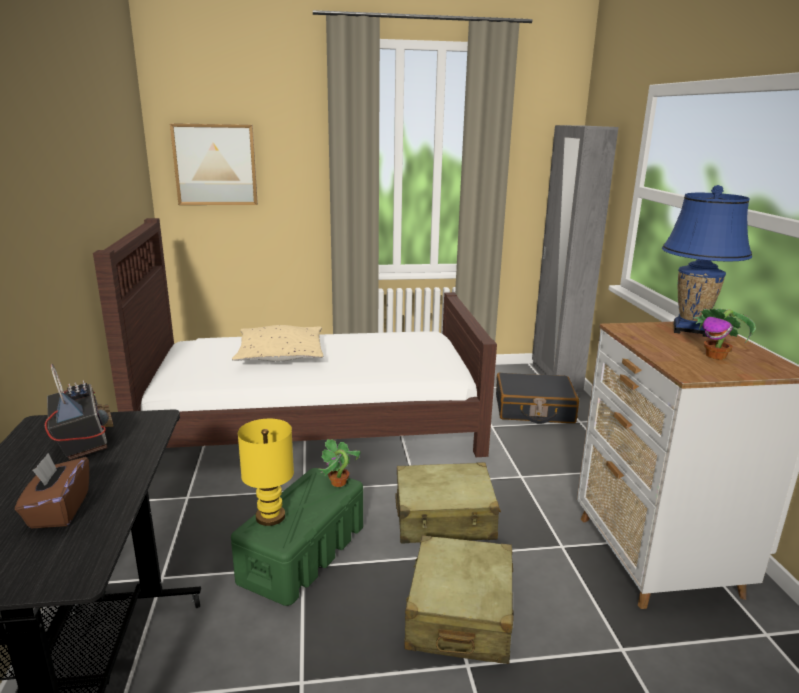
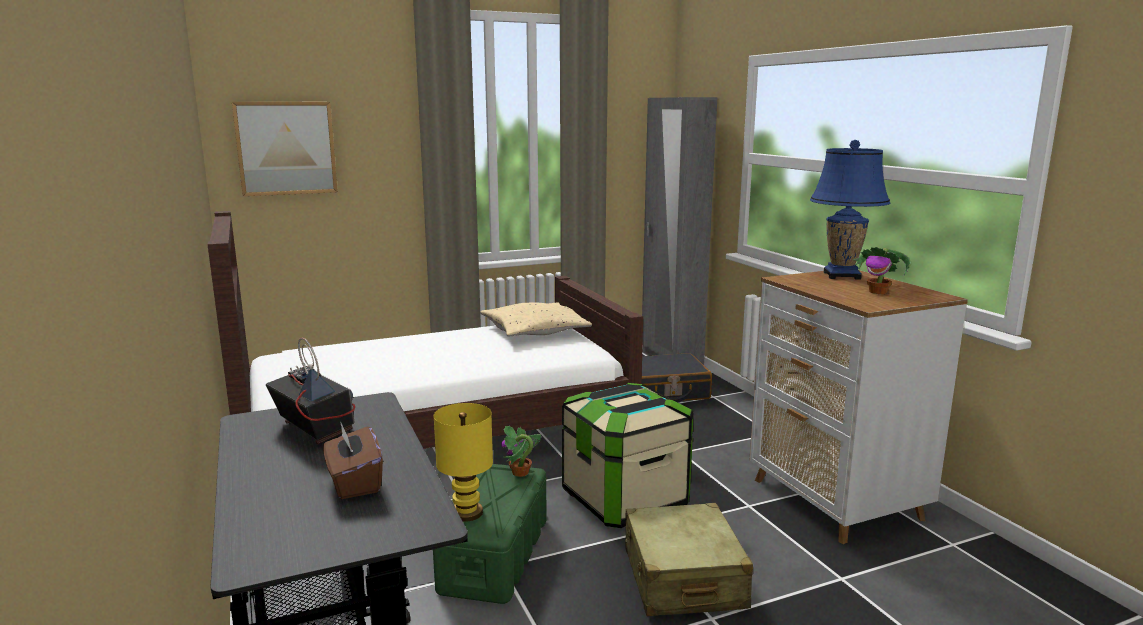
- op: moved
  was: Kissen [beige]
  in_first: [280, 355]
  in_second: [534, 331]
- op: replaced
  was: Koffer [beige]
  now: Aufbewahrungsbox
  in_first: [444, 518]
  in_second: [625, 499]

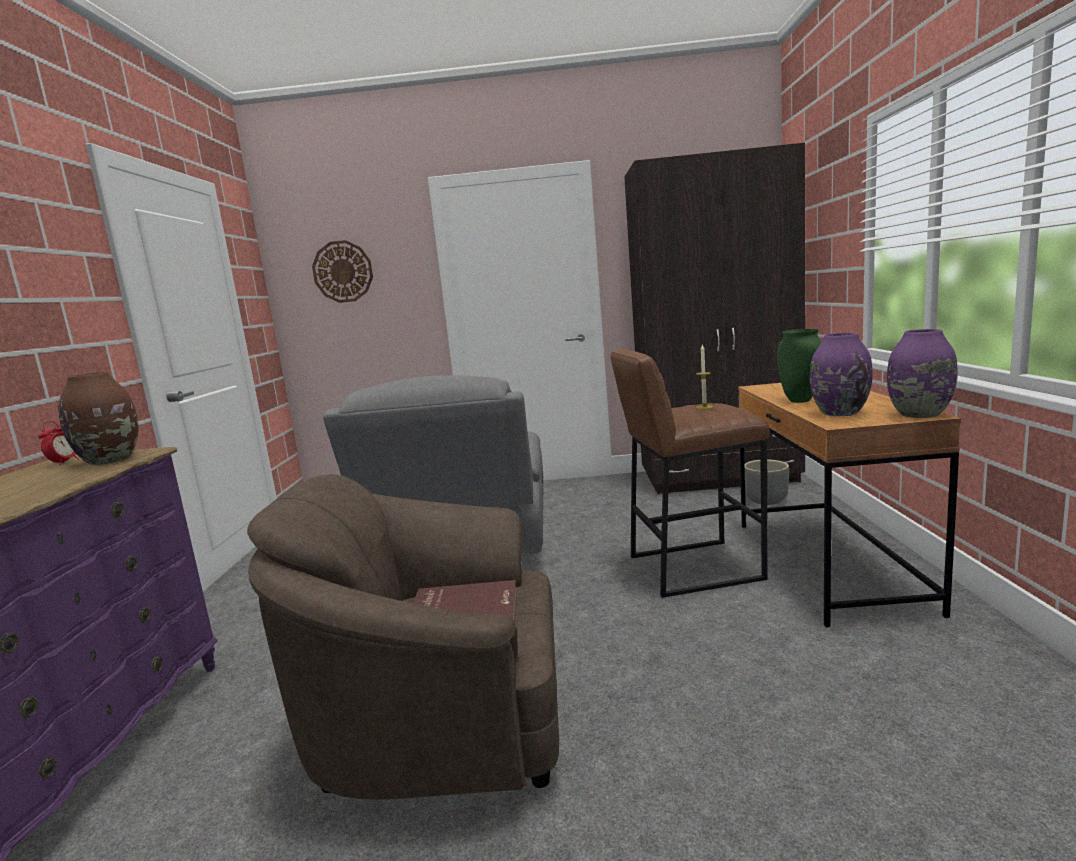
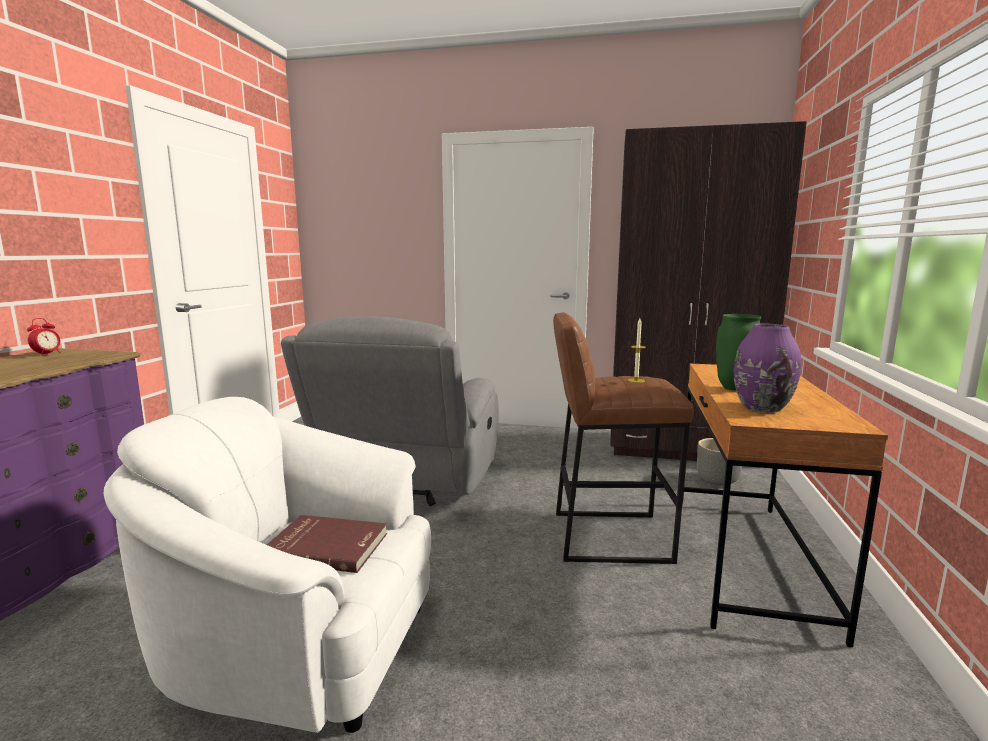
- op: removed
  was: Vase [braun]
  in_first: [111, 460]
- op: removed
  was: Wanduhr
  in_first: [343, 271]
- op: removed
  was: Vase [lila]
  in_first: [918, 414]
- op: recoloured
  was: Sessel [braun]
  now: Sessel [weiß]
  in_first: [442, 726]
  in_second: [300, 647]

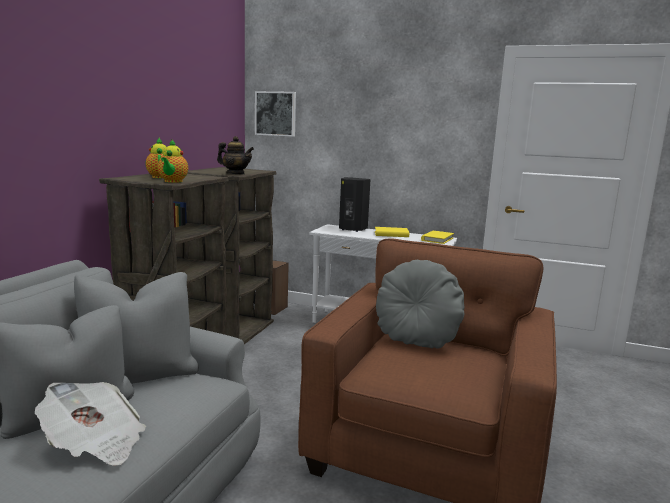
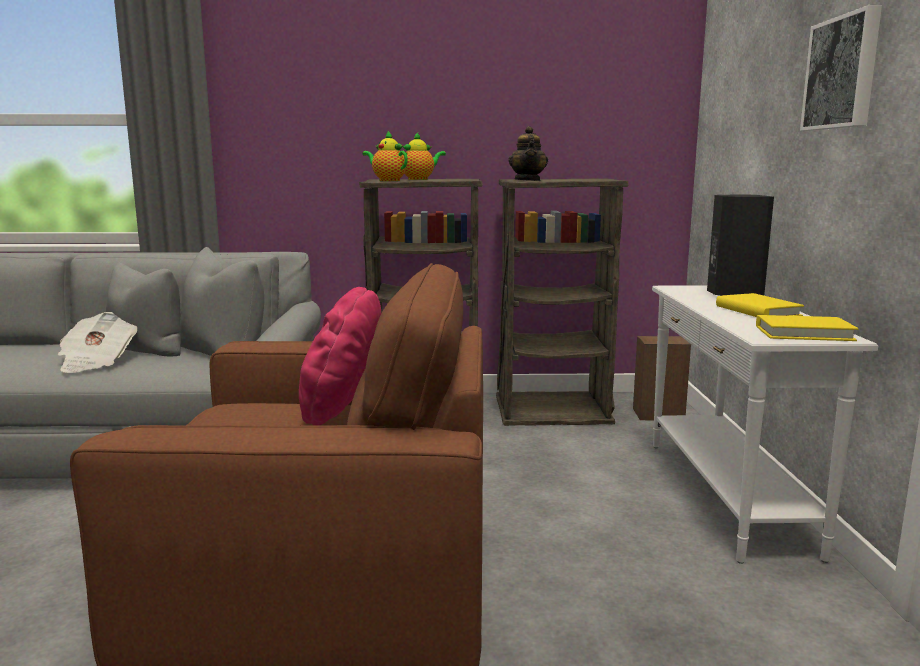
- op: moved
  was: Bild
  in_first: [276, 114]
  in_second: [843, 73]
- op: recoloured
  was: Kissen [grau]
  now: Kissen [rosa]
  in_first: [416, 341]
  in_second: [344, 416]
- op: turned
  was: Teekanne
  in_first: [172, 181]
  in_second: [387, 181]
  clockwise: 60

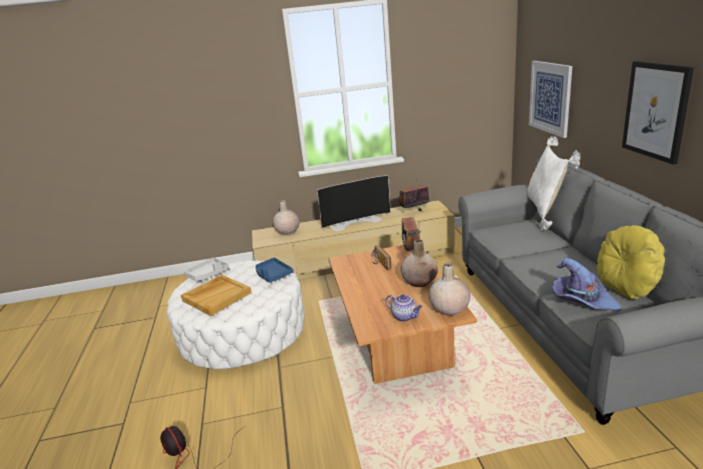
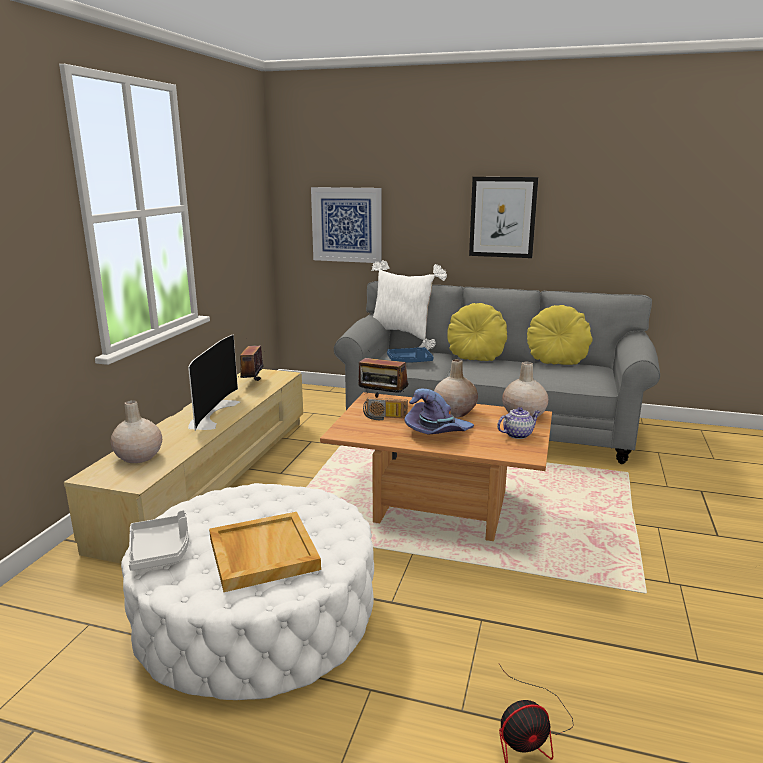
- op: added
  now: Kissen [gelb]
  in_second: [476, 358]
- op: moved
  was: Tablett [blau]
  in_first: [273, 275]
  in_second: [410, 361]
- op: moved
  was: Hut [lila]
  in_first: [582, 300]
  in_second: [437, 432]

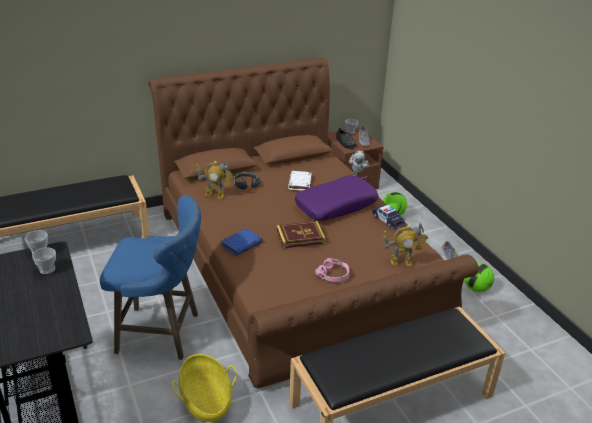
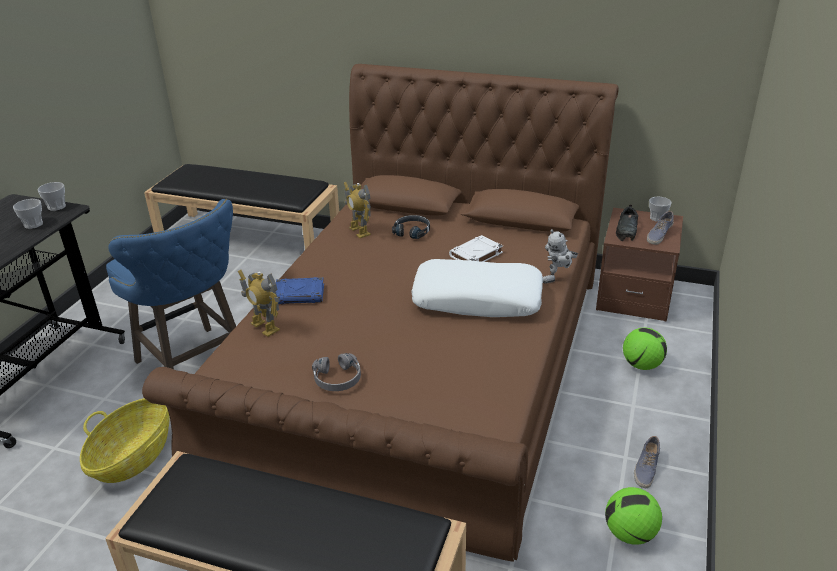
- op: removed
  was: Buch
  in_first: [300, 237]
- op: removed
  was: Spielzeugauto
  in_first: [387, 220]
- op: moved
  was: Spielzeugroboter
  in_first: [401, 263]
  in_second: [264, 327]
- op: recoloured
  was: Kissen [lila]
  now: Kissen [weiß]
  in_first: [336, 205]
  in_second: [477, 299]
- op: recoloured
  was: Kopfhörer [rosa]
  now: Kopfhörer [grau]
  in_first: [333, 274]
  in_second: [338, 379]

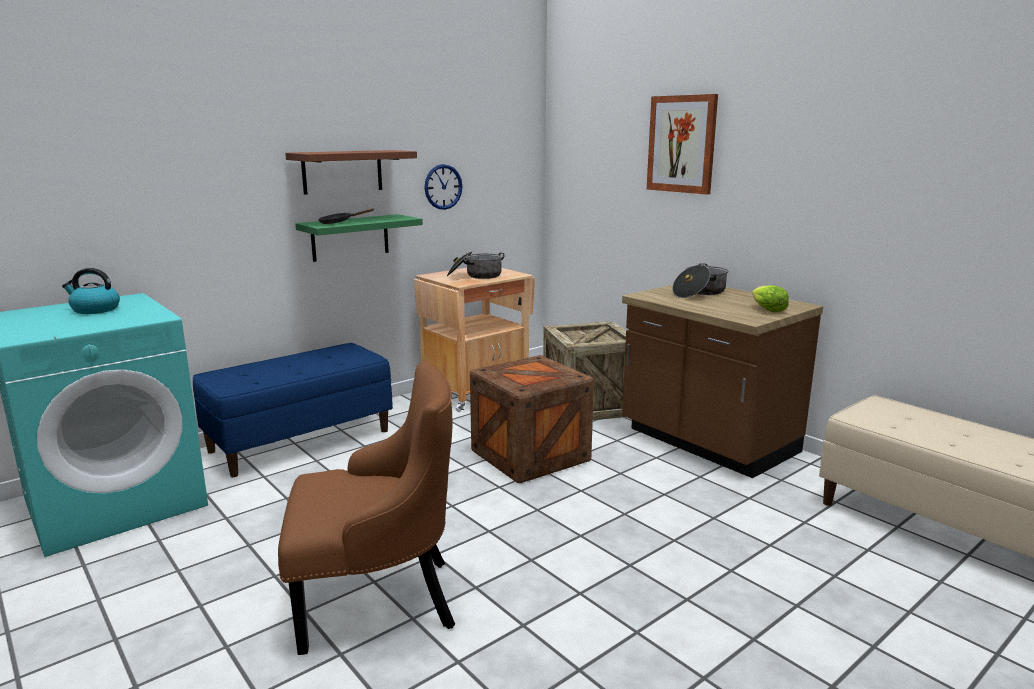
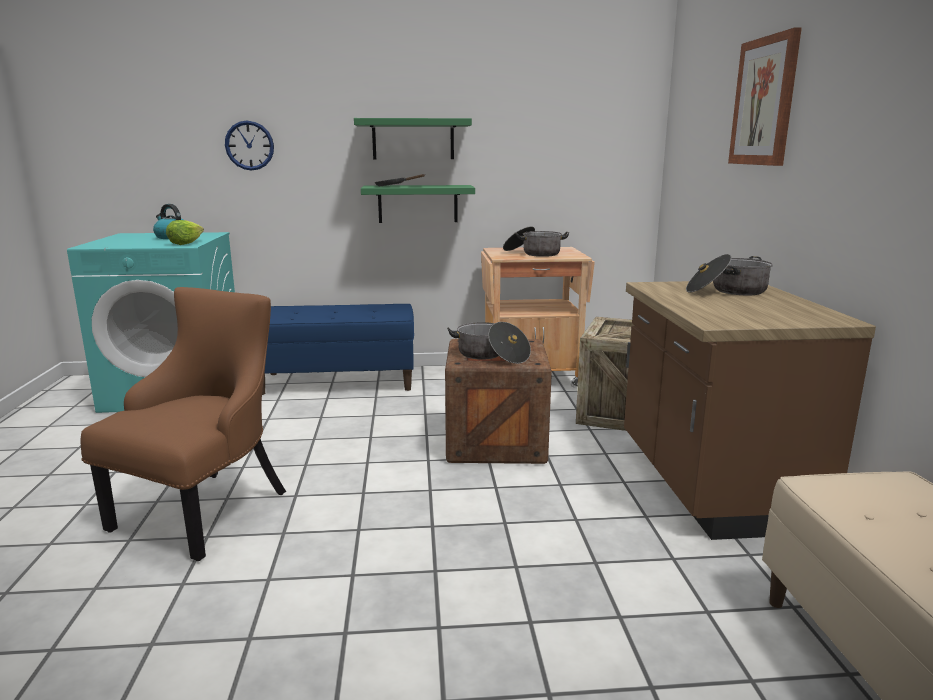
- op: added
  now: Kochtopf
  in_second: [491, 355]
- op: moved
  was: Wanduhr
  in_first: [443, 187]
  in_second: [249, 145]
- op: moved
  was: Salatkopf
  in_first: [767, 310]
  in_second: [185, 243]
- op: recoloured
  was: Wandregal [braun]
  now: Wandregal [grün]
  in_first: [342, 171]
  in_second: [413, 139]
- op: turned
  was: Stuhl [braun]
  in_first: [374, 603]
  in_second: [202, 514]
  clockwise: -90

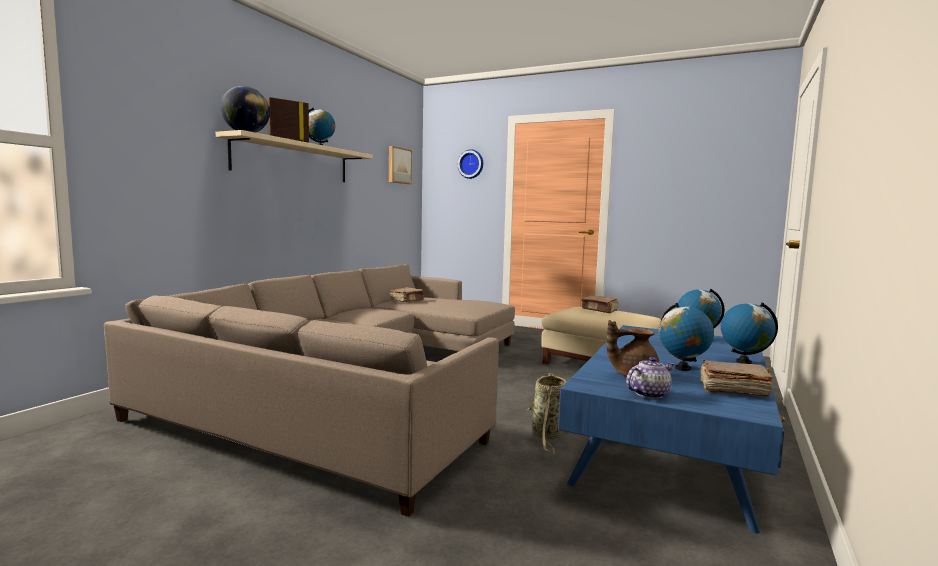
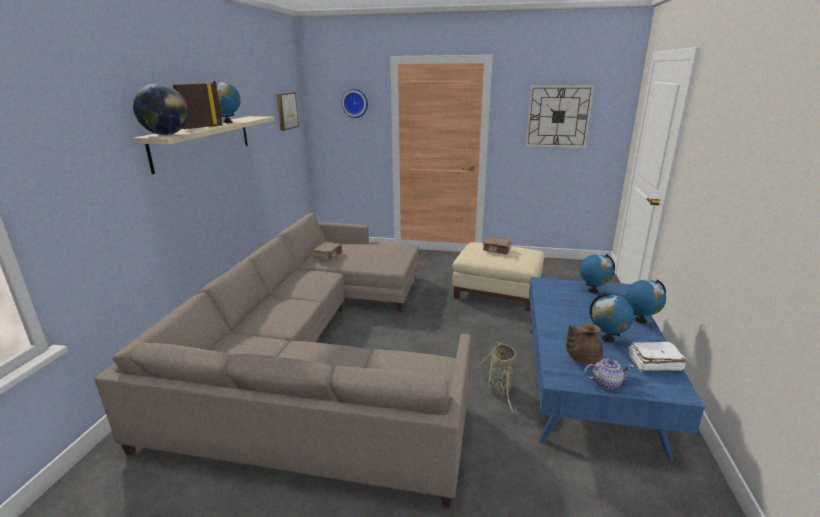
- op: added
  now: Wanduhr
  in_second: [558, 116]
- op: recoloured
  was: Buch [braun]
  now: Buch [weiß]
  in_first: [732, 390]
  in_second: [653, 364]
- op: turned
  was: Teekanne
  in_first: [649, 394]
  in_second: [606, 382]
  clockwise: 45

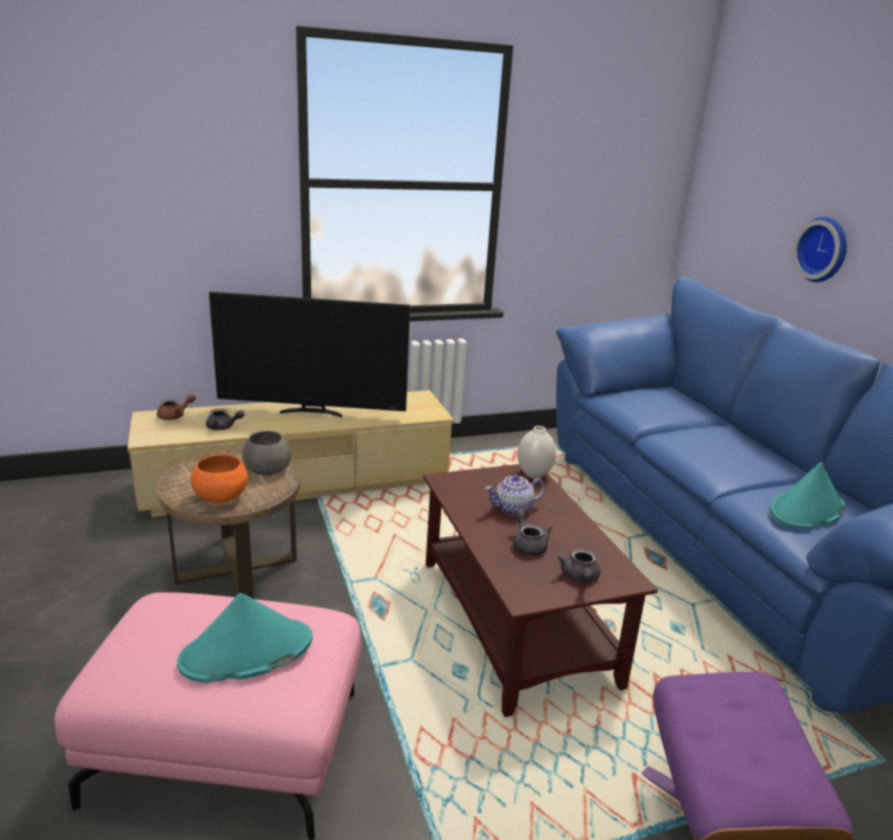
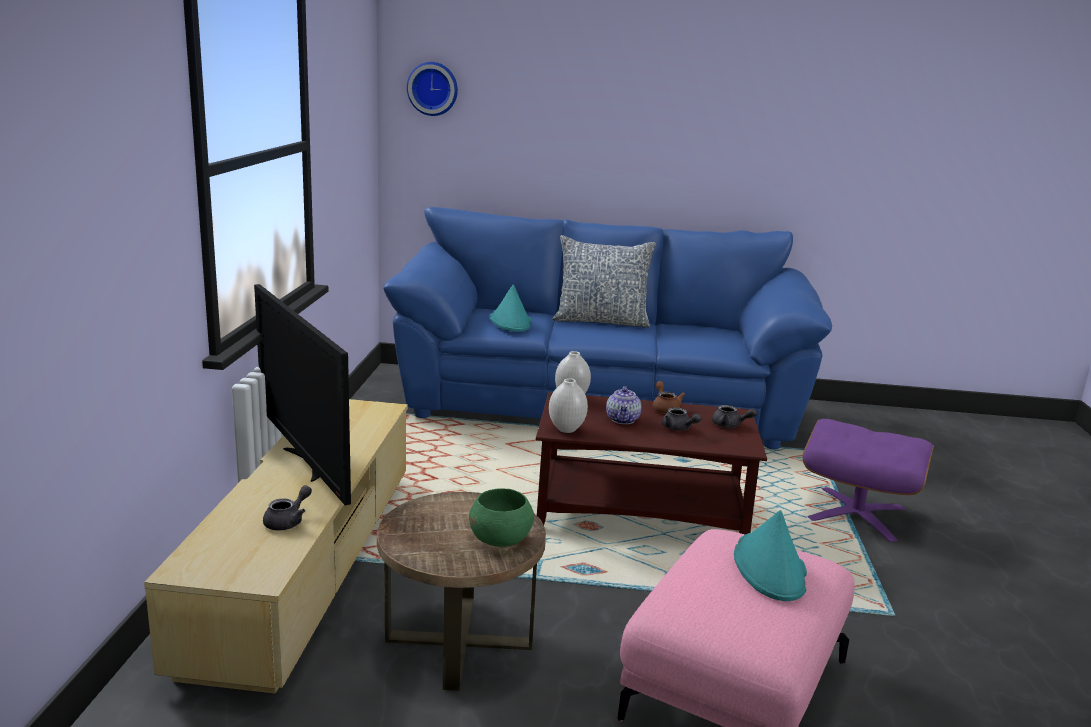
- op: removed
  was: Schüssel [grau]
  in_first: [268, 470]
- op: added
  now: Vase [weiß]
  in_second: [567, 429]
- op: added
  now: Kissen
  in_second: [601, 321]
- op: moved
  was: Teekanne [braun]
  in_first: [175, 416]
  in_second: [665, 408]
- op: moved
  was: Hut [türkis]
  in_first: [806, 510]
  in_second: [511, 321]
- op: moved
  was: Wanduhr
  in_first: [824, 249]
  in_second: [433, 88]
- op: recoloured
  was: Schüssel [orange]
  now: Schüssel [grün]
  in_first: [221, 497]
  in_second: [501, 540]
- op: turned
  was: Fernseher
  in_first: [312, 412]
  in_second: [306, 463]
  clockwise: 120
- op: turned
  was: Teekanne [grau]
  in_first: [528, 544]
  in_second: [678, 429]
  clockwise: -135

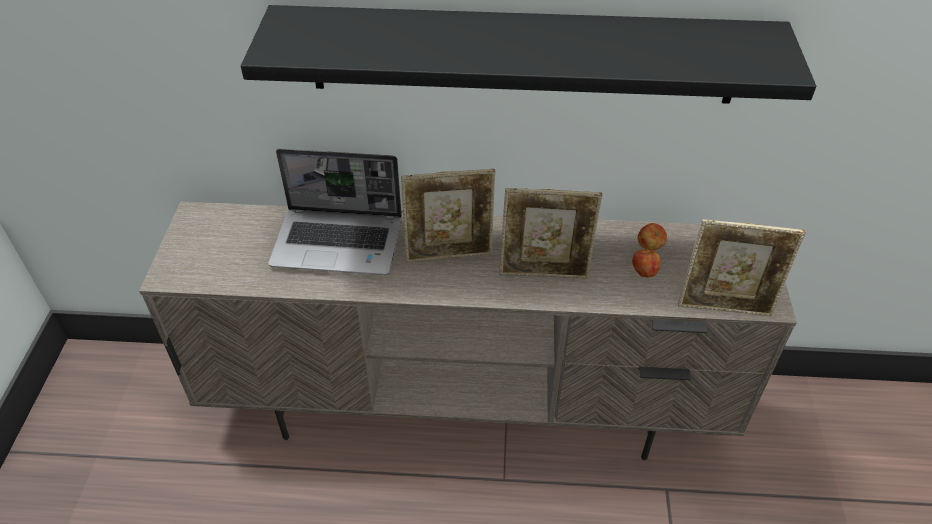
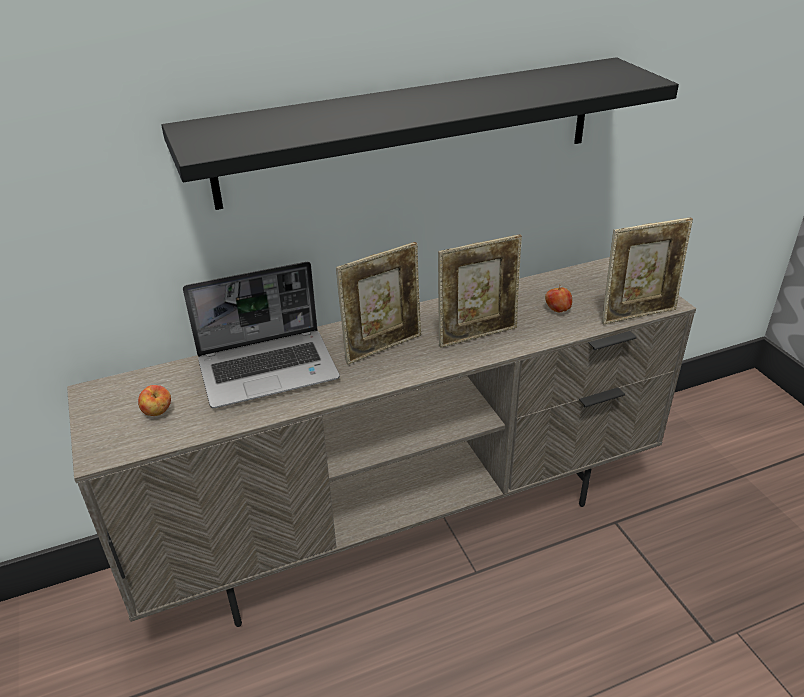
- op: moved
  was: Apfel
  in_first: [649, 246]
  in_second: [157, 412]

